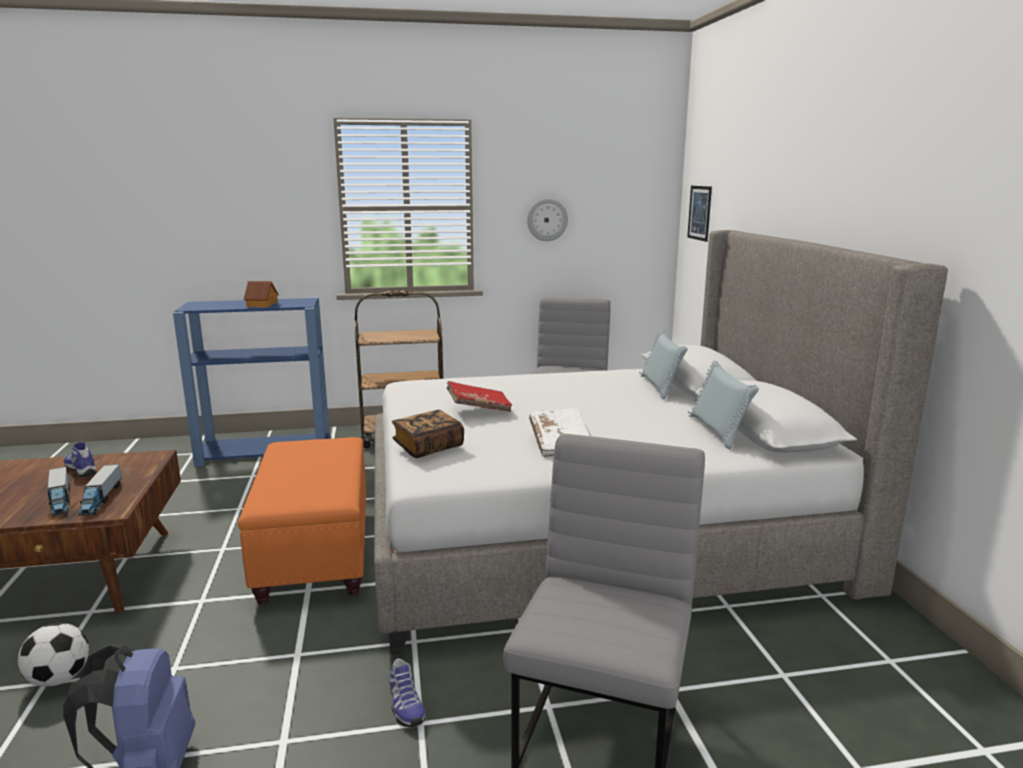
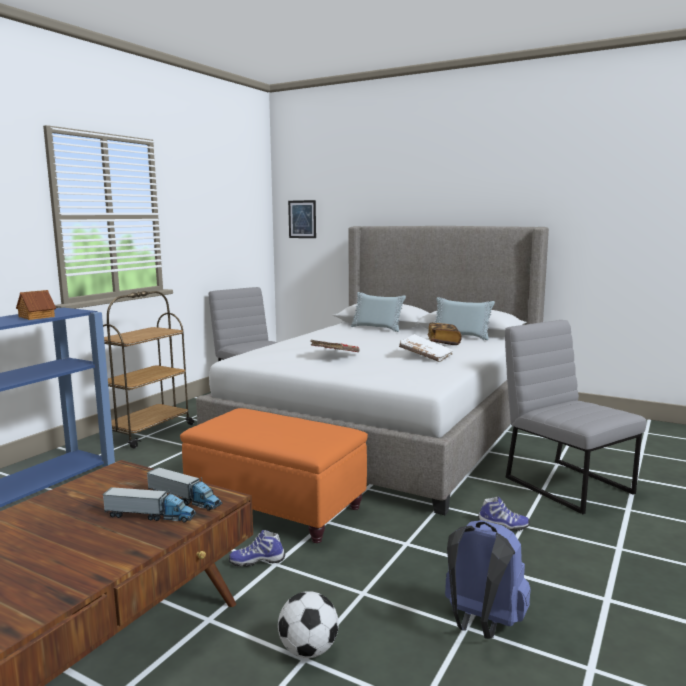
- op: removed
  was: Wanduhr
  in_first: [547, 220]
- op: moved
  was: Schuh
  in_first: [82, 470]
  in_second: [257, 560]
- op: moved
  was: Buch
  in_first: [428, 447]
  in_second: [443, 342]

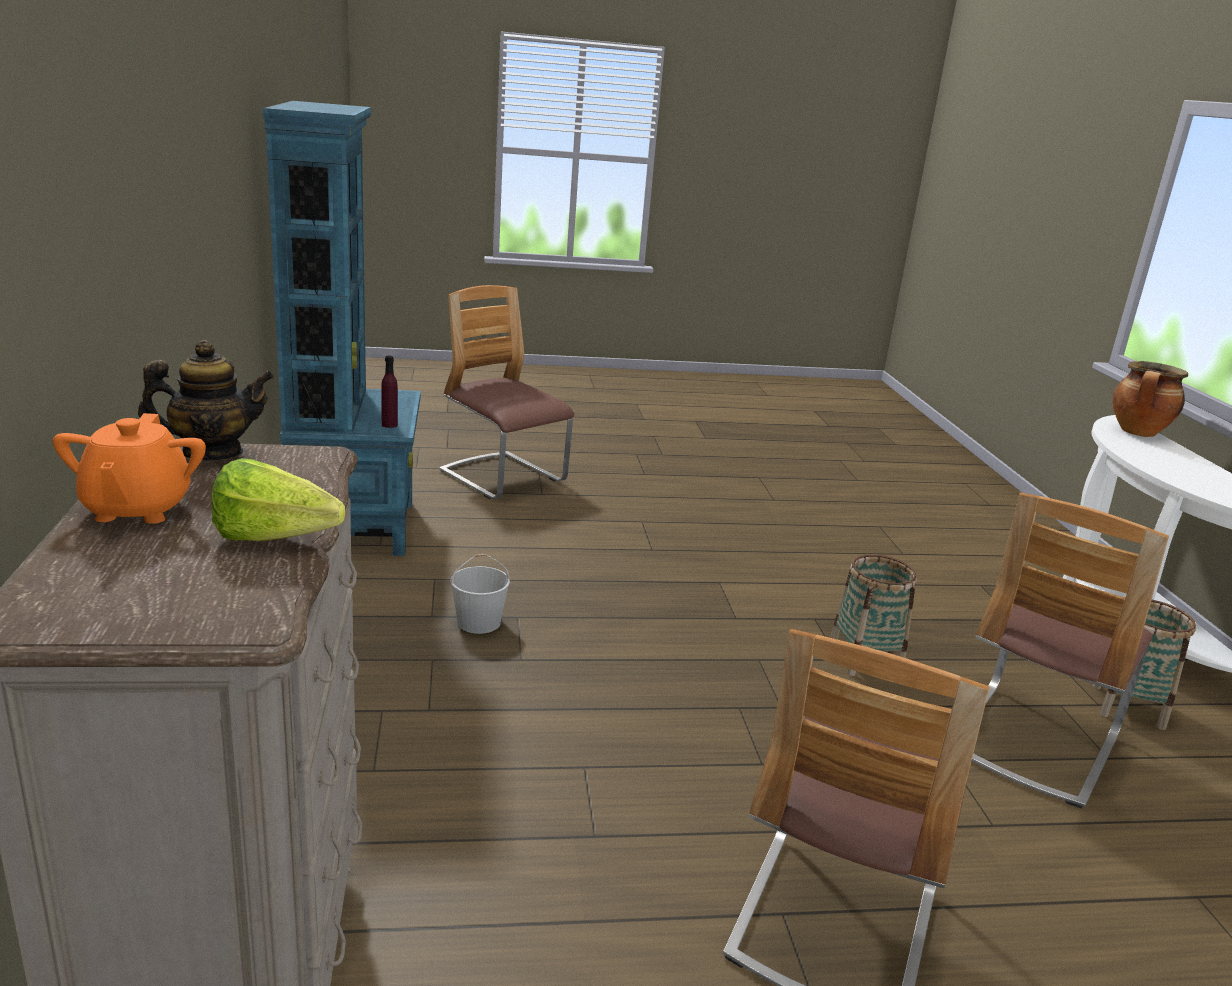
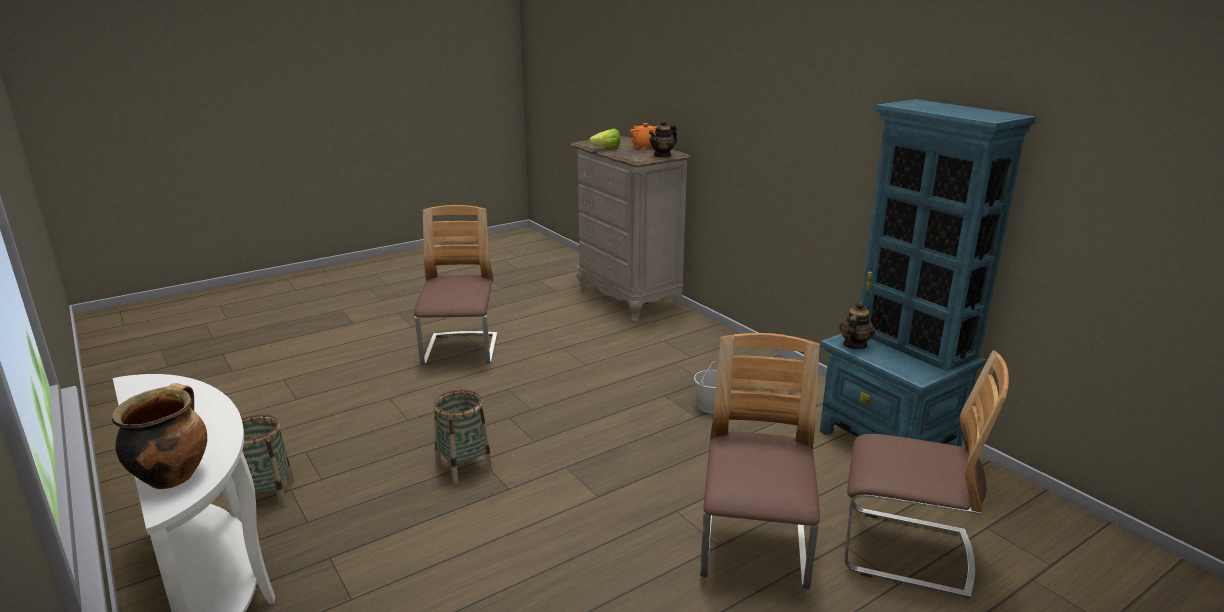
- op: moved
  was: Stuhl
  in_first: [1032, 742]
  in_second: [754, 550]
- op: replaced
  was: Flasche [lila]
  now: Teekanne
  in_first: [389, 425]
  in_second: [854, 345]

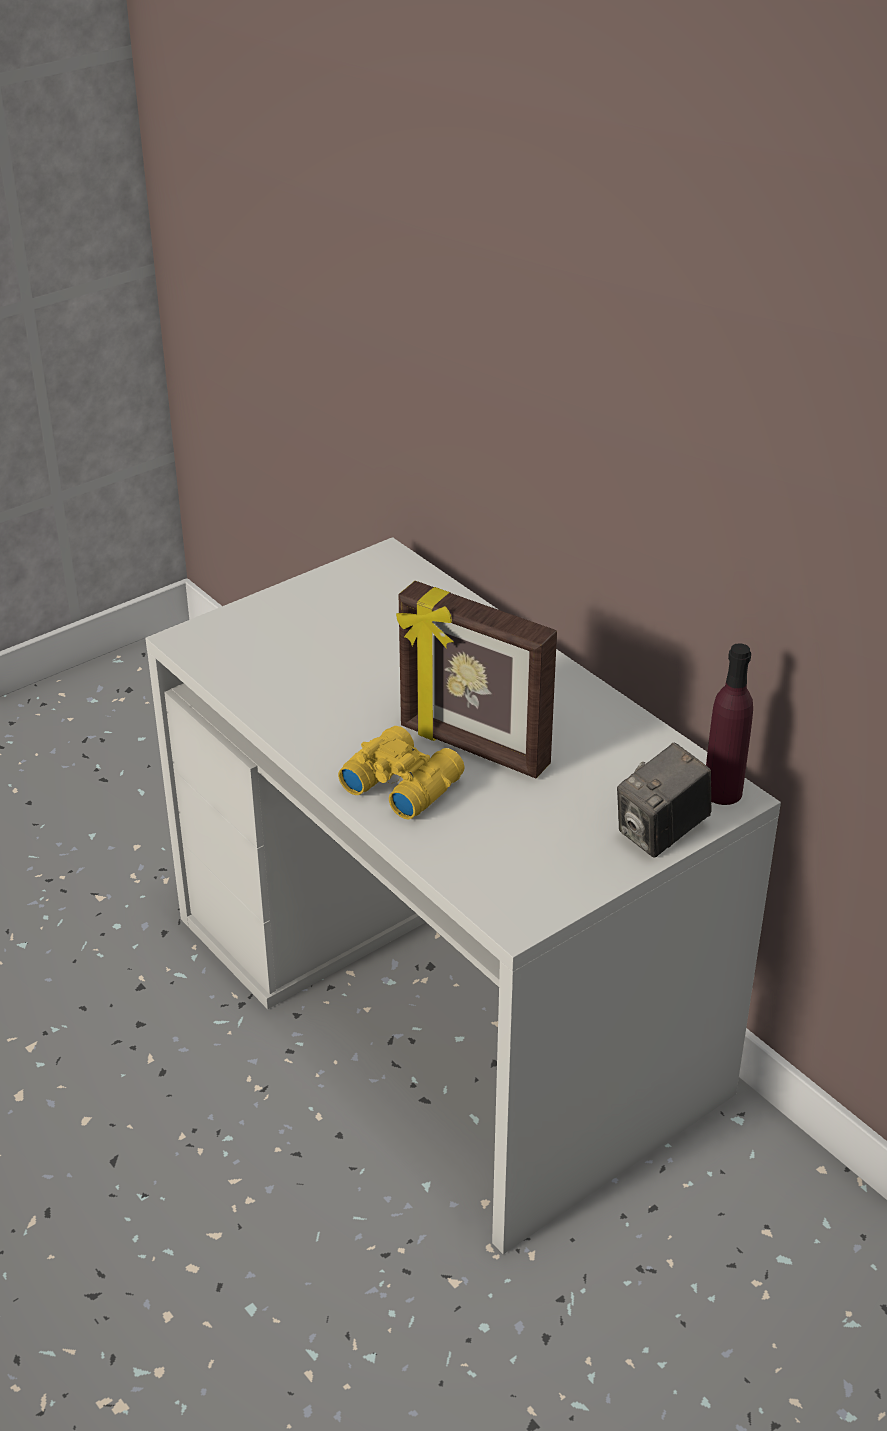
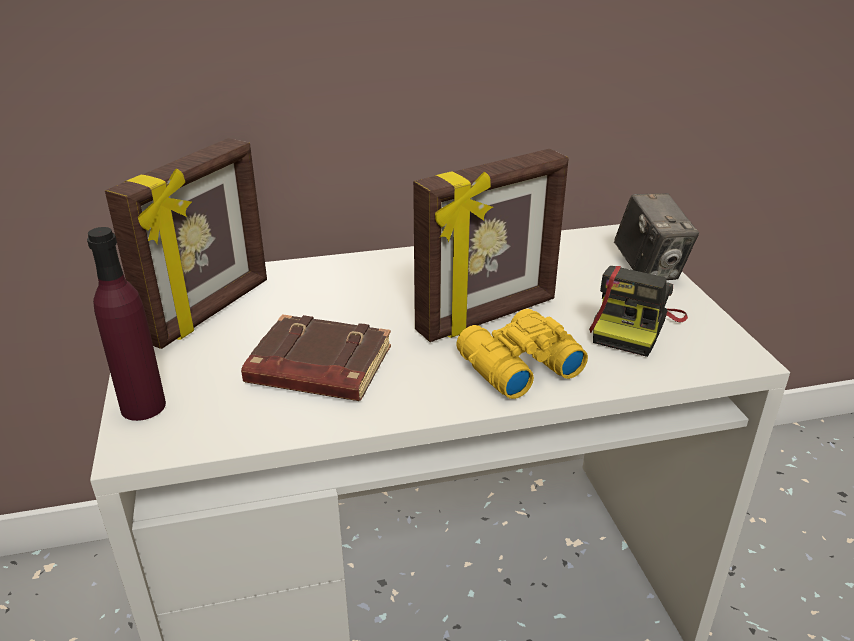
- op: added
  now: Bilderrahmen
  in_second: [210, 311]
- op: added
  now: Buch [braun]
  in_second: [317, 368]
- op: added
  now: Kamera
  in_second: [634, 326]
- op: moved
  was: Flasche [lila]
  in_first: [722, 792]
  in_second: [143, 406]

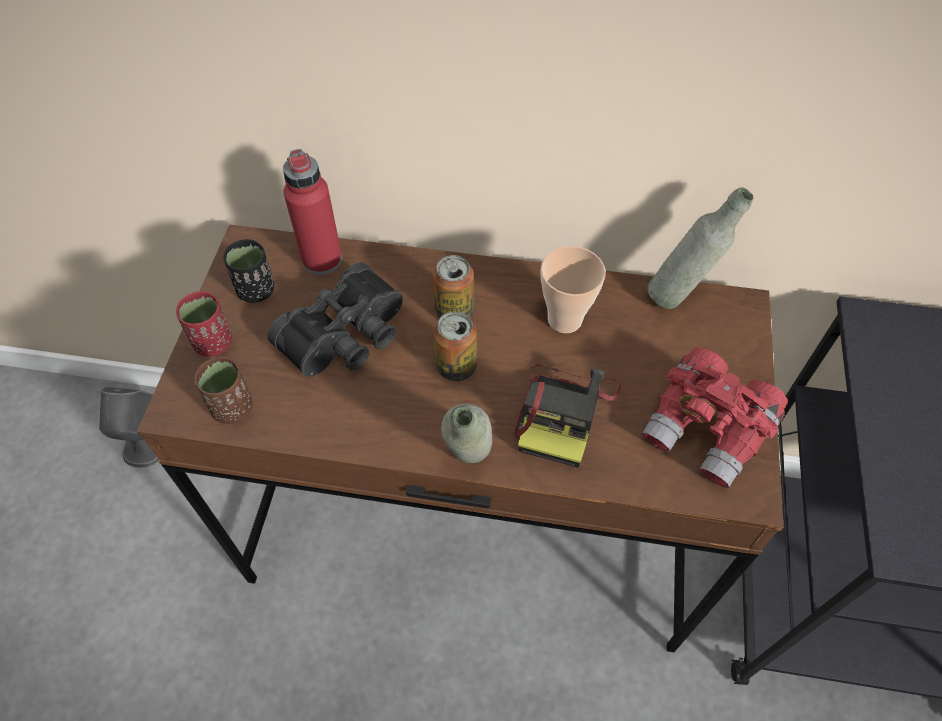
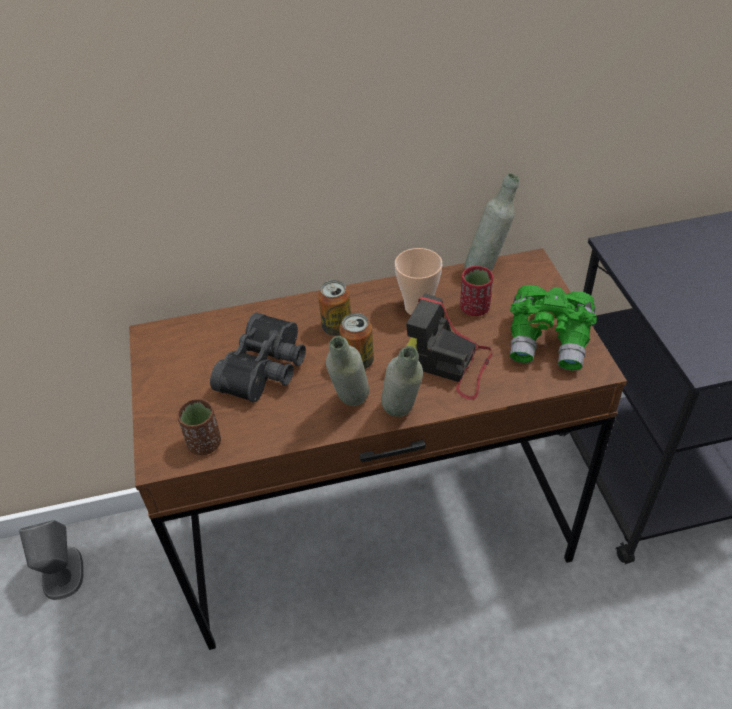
- op: removed
  was: Tasse [schwarz]
  in_first: [256, 290]
- op: removed
  was: Flasche [rot]
  in_first: [322, 260]
- op: added
  now: Flasche [grau]
  in_second: [350, 408]
- op: moved
  was: Tasse [rot]
  in_first: [213, 342]
  in_second: [474, 308]
- op: recoloured
  was: Fernglas [rot]
  now: Fernglas [grün]
  in_first: [707, 431]
  in_second: [549, 342]
- op: turned
  was: Kamera
  in_first: [563, 412]
  in_second: [449, 363]
  clockwise: 120

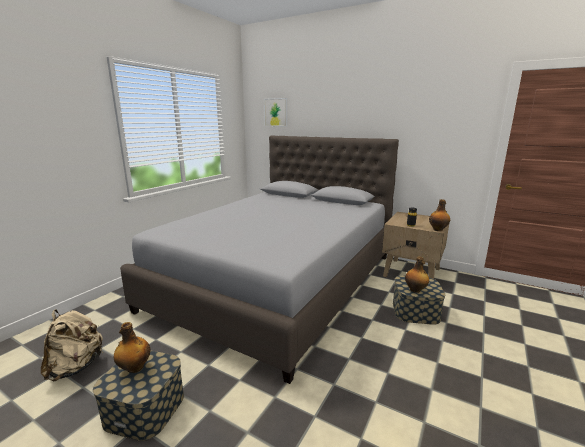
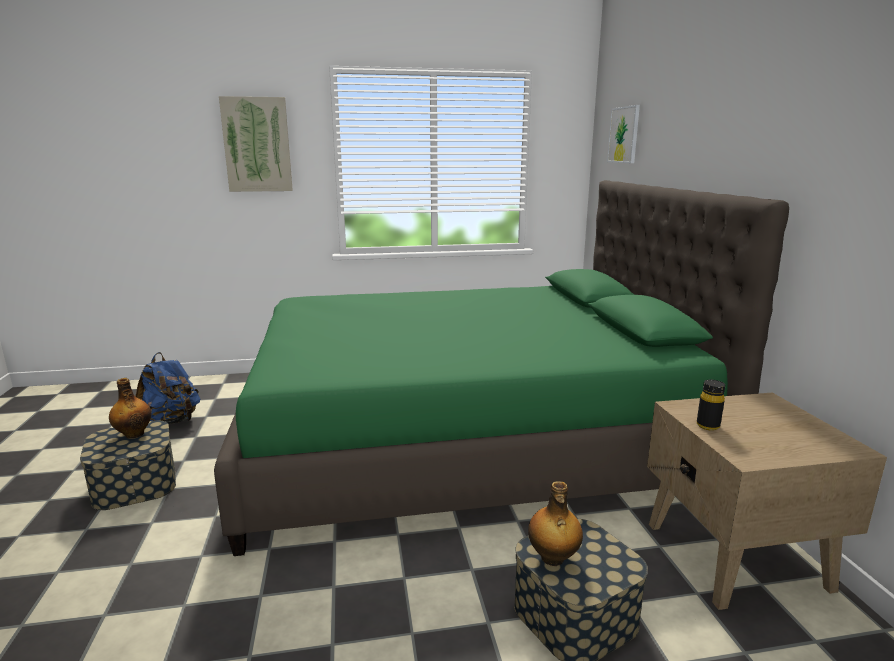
- op: removed
  was: Flasche
  in_first: [438, 229]
- op: added
  now: Bild
  in_second: [257, 145]
- op: recoloured
  was: Rucksack [beige]
  now: Rucksack [blau]
  in_first: [76, 367]
  in_second: [170, 422]
- op: recoloured
  was: Bett [grau]
  now: Bett [grün]
  in_first: [280, 281]
  in_second: [467, 440]

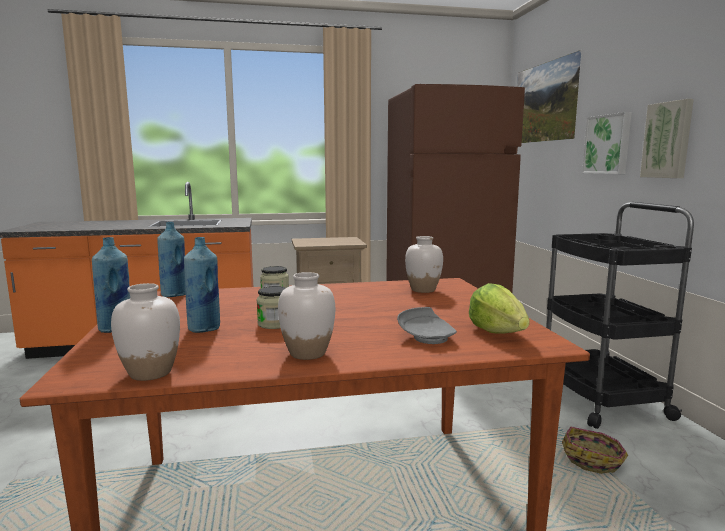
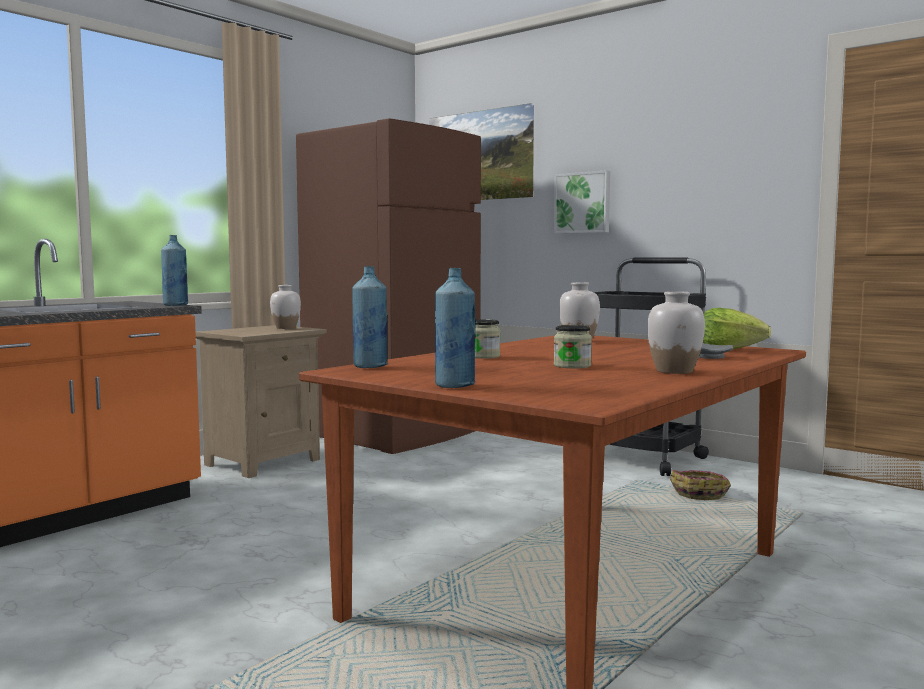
- op: removed
  was: Bild
  in_first: [668, 140]
- op: moved
  was: Vase [weiß]
  in_first: [150, 373]
  in_second: [285, 328]
- op: moved
  was: Flasche [blau]
  in_first: [204, 329]
  in_second: [175, 305]

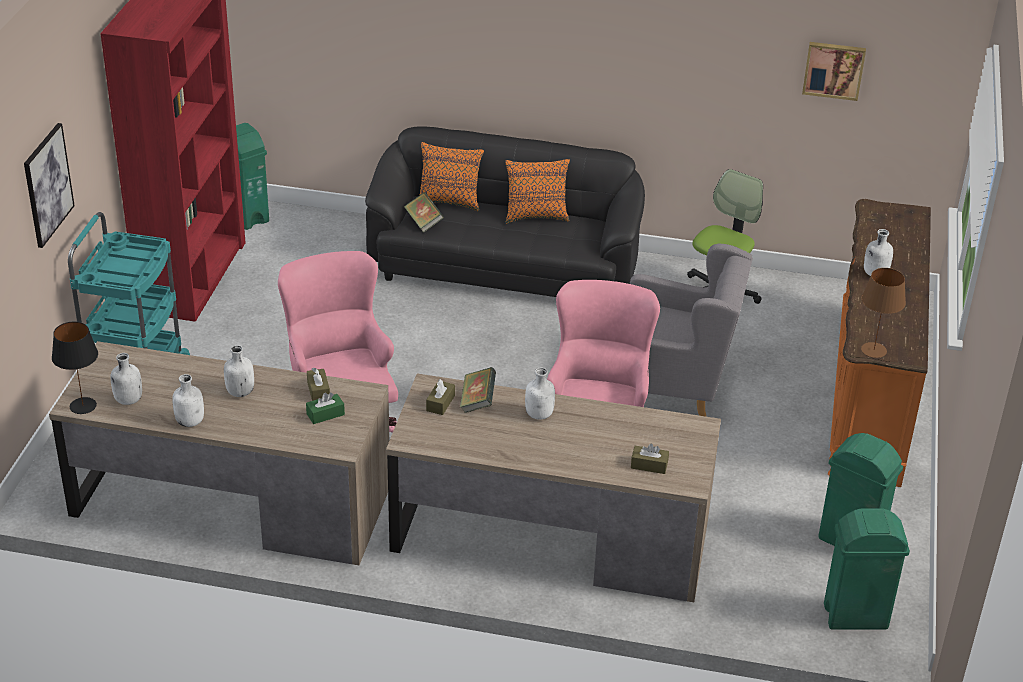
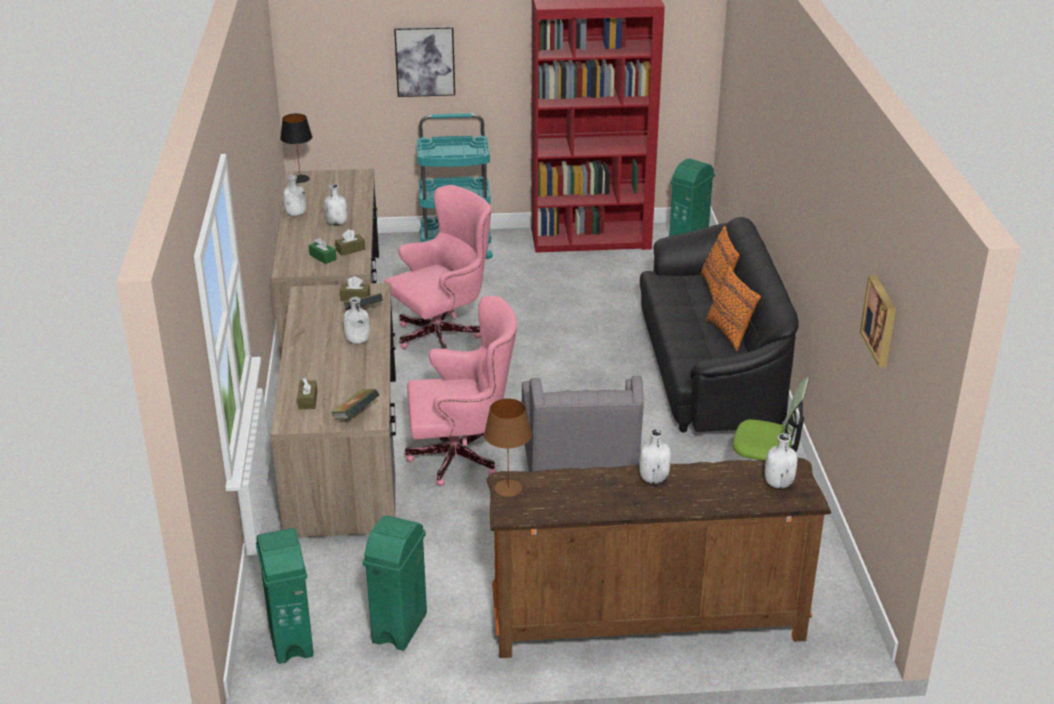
- op: moved
  was: Flasche [weiß]
  in_first: [128, 400]
  in_second: [778, 483]
- op: moved
  was: Buch
  in_first: [423, 222]
  in_second: [355, 416]

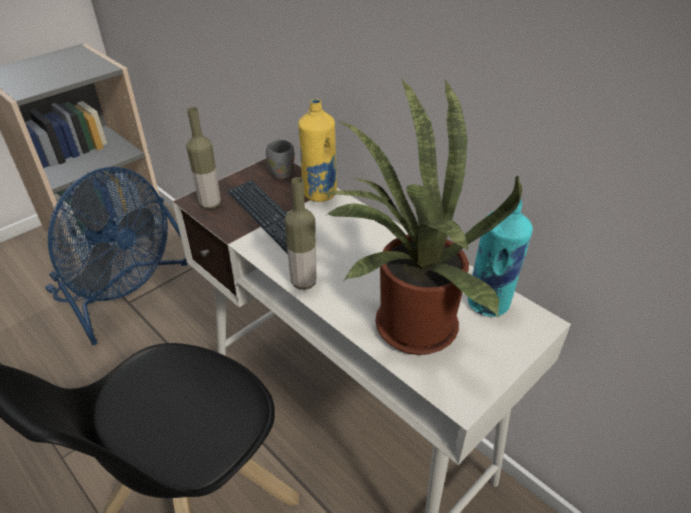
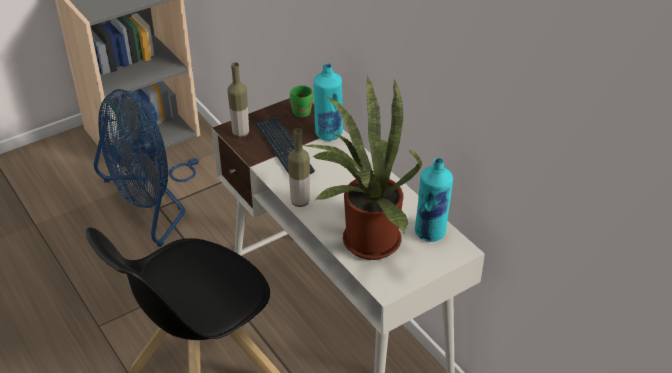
- op: recoloured
  was: Henkelbecher [grau]
  now: Henkelbecher [grün]
  in_first: [283, 173]
  in_second: [303, 112]
- op: recoloured
  was: Flasche [gelb]
  now: Flasche [türkis]
  in_first: [319, 194]
  in_second: [328, 134]
- op: turned
  was: Ventilator [blau]
  in_first: [120, 295]
  in_second: [152, 200]
  clockwise: 105

